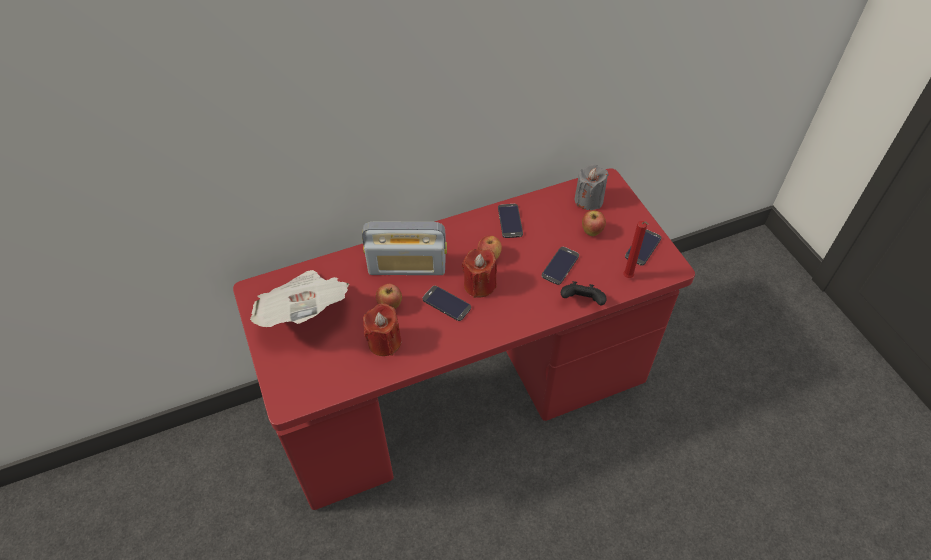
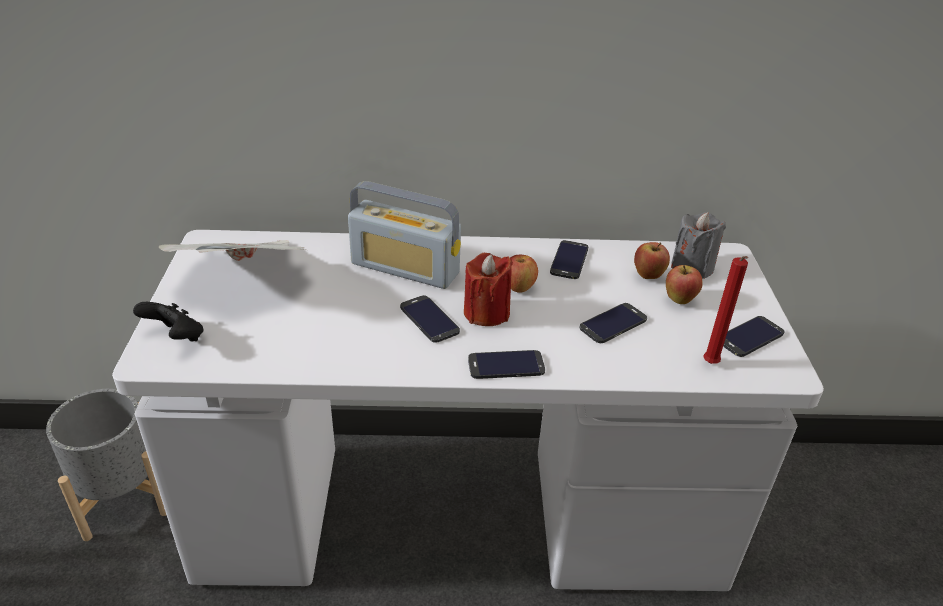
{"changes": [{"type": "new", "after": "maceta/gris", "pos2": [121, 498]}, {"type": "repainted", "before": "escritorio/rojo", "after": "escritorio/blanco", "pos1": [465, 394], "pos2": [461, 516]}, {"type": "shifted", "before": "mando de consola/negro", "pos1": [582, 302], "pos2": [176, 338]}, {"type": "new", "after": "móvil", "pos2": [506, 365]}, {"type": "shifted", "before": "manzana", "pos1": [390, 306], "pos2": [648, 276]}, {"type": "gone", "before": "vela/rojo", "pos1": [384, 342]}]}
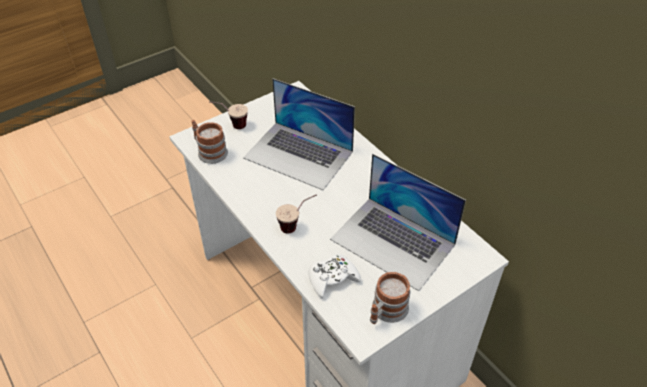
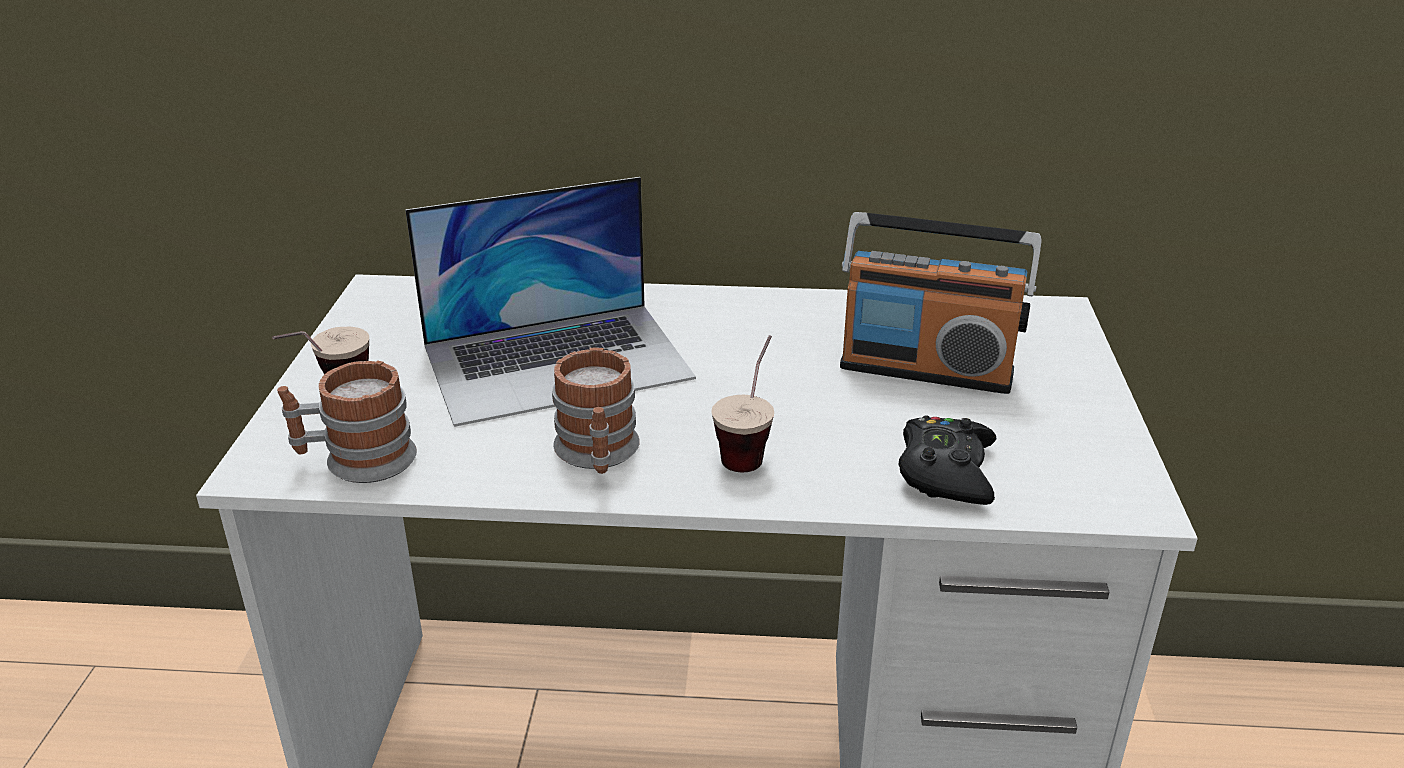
{"changes": [{"type": "shifted", "before": "taza grande", "pos1": [386, 312], "pos2": [598, 454]}, {"type": "swapped", "before": "portátil", "after": "radio", "pos1": [393, 242], "pos2": [926, 369]}, {"type": "repainted", "before": "mando de consola/blanco", "after": "mando de consola/negro", "pos1": [332, 278], "pos2": [946, 472]}]}
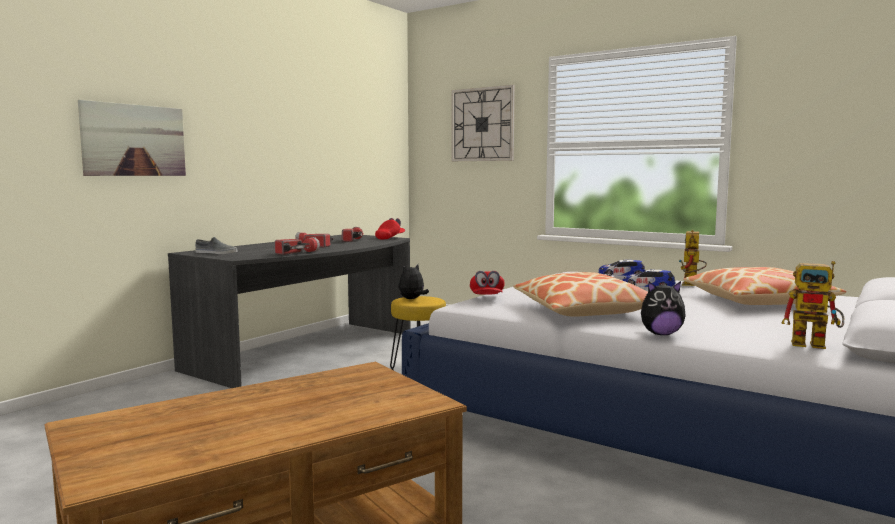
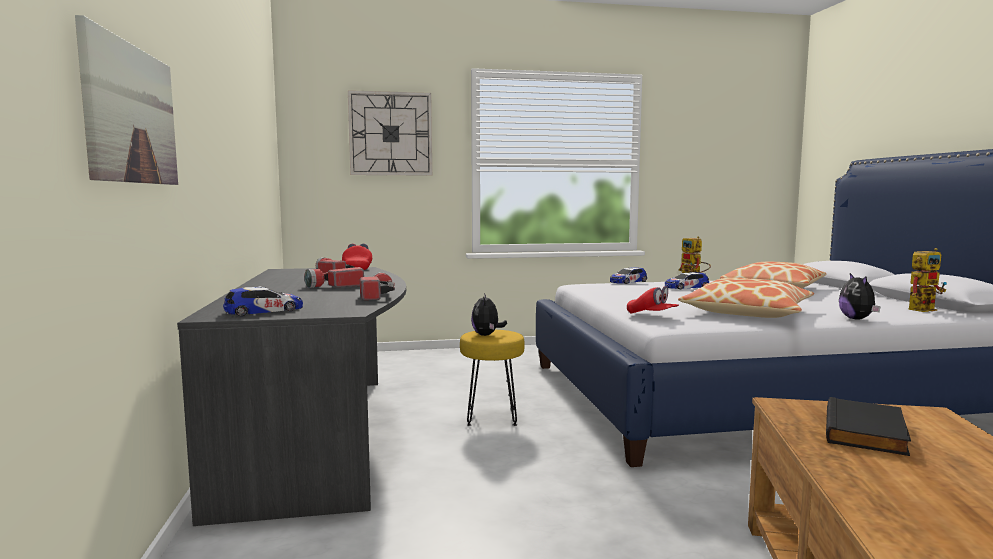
{"changes": [{"type": "swapped", "before": "zapato/gris", "after": "coche de juguete", "pos1": [216, 253], "pos2": [264, 311]}, {"type": "new", "after": "libro/negro", "pos2": [867, 432]}, {"type": "rotated", "before": "peluche", "pos1": [661, 334], "pos2": [857, 319], "turn": 135}]}
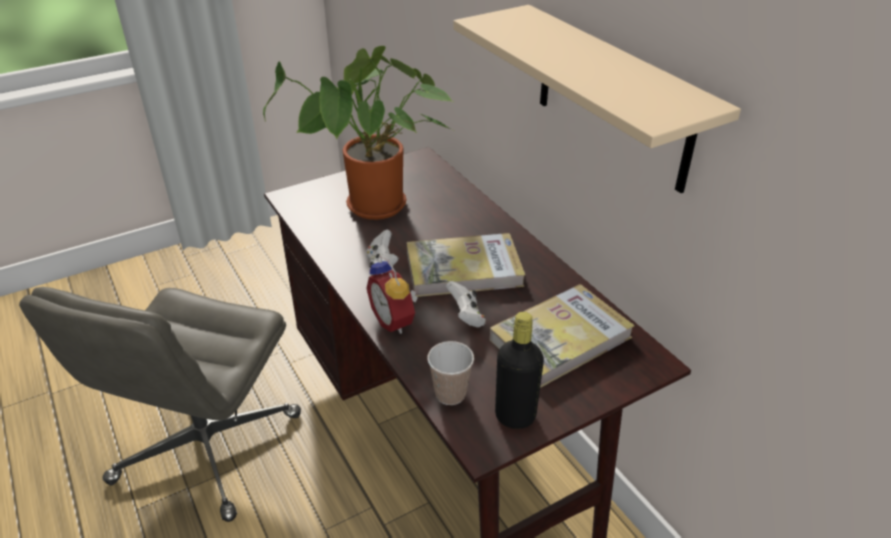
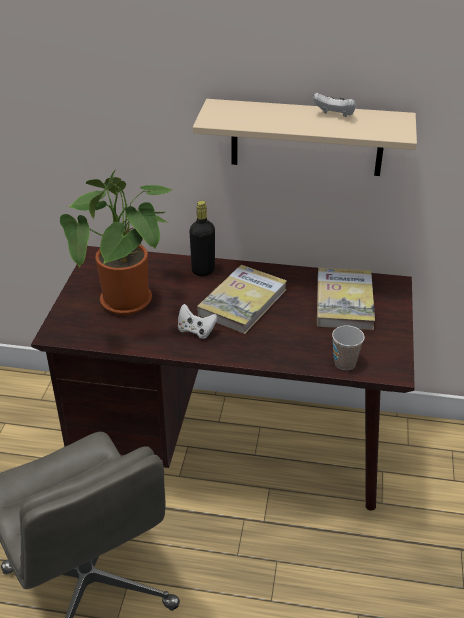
{"changes": [{"type": "shifted", "before": "botella/negro", "pos1": [515, 416], "pos2": [203, 271]}, {"type": "shifted", "before": "mando de consola/blanco", "pos1": [466, 317], "pos2": [334, 115]}, {"type": "gone", "before": "despertador", "pos1": [395, 320]}]}
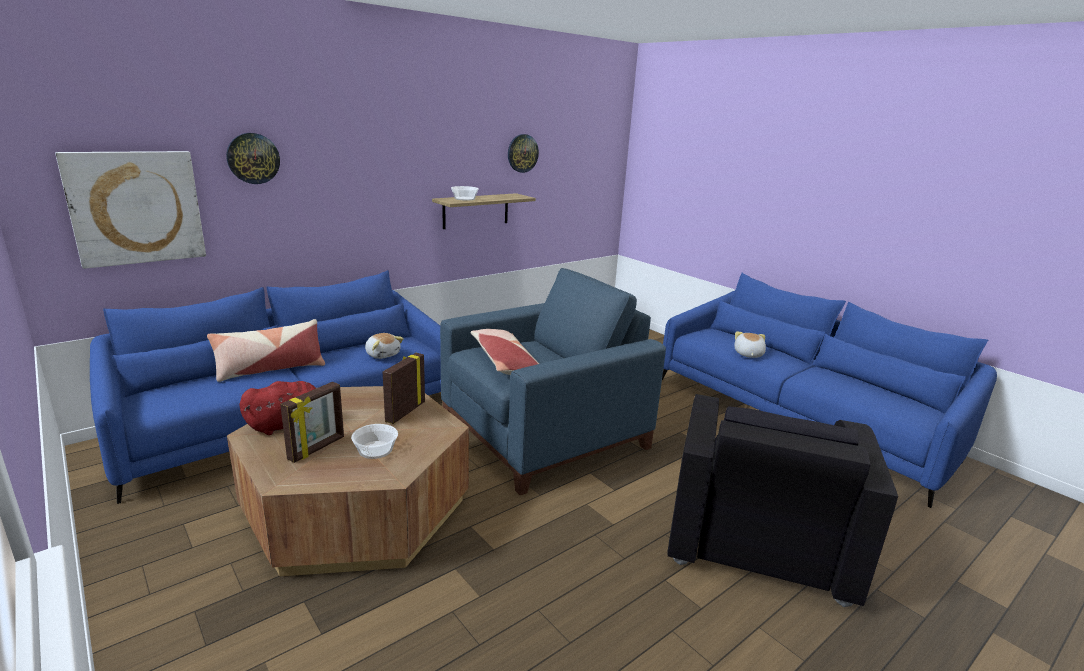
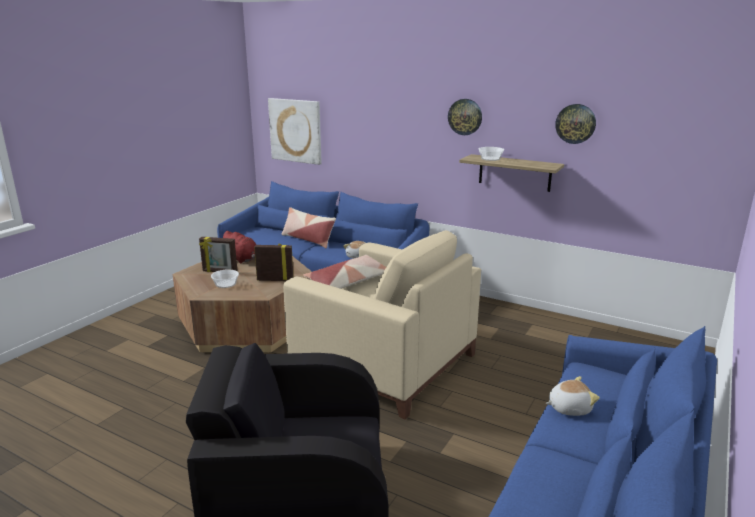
{"changes": [{"type": "repainted", "before": "sillón/azul", "after": "sillón/beis", "pos1": [542, 434], "pos2": [382, 362]}, {"type": "shifted", "before": "reloj de pared", "pos1": [253, 158], "pos2": [465, 117]}]}
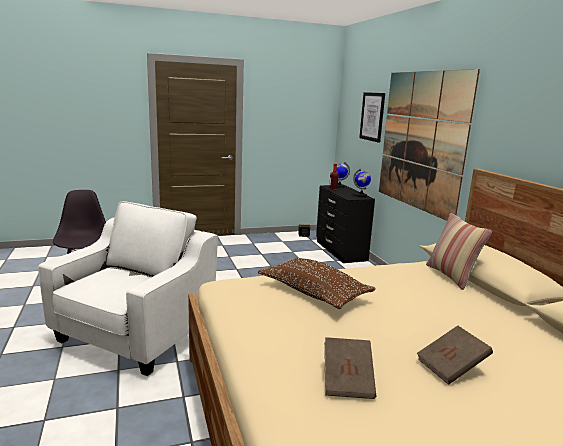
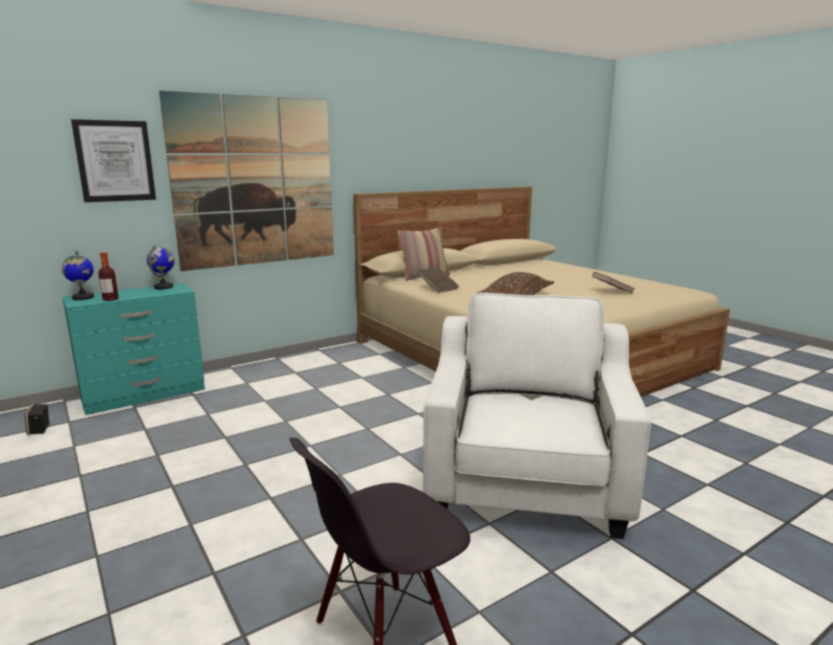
{"changes": [{"type": "repainted", "before": "cómoda/negro", "after": "cómoda/turquesa", "pos1": [340, 251], "pos2": [145, 394]}, {"type": "shifted", "before": "libro/marrón", "pos1": [451, 367], "pos2": [438, 288]}, {"type": "rotated", "before": "sillón/blanco", "pos1": [135, 335], "pos2": [526, 487], "turn": 90}]}
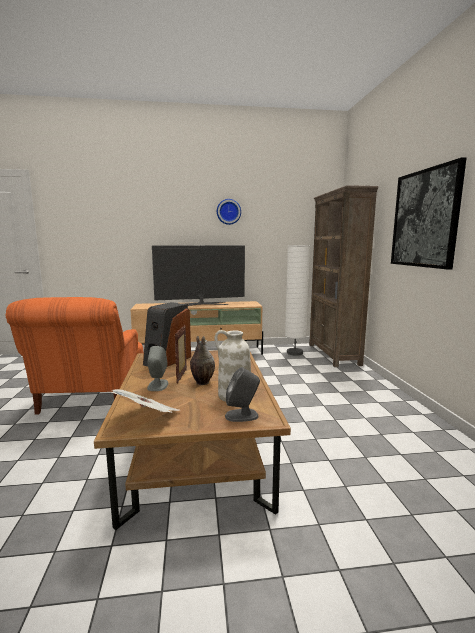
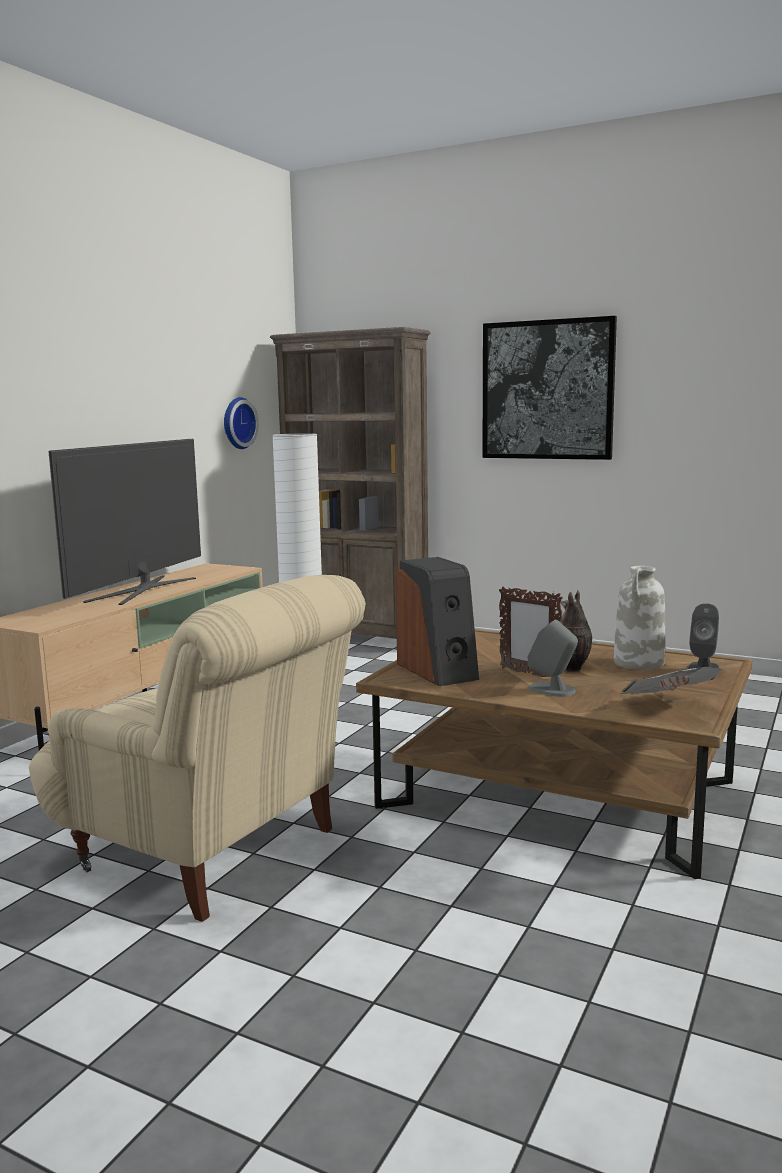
{"changes": [{"type": "repainted", "before": "sillón/naranja", "after": "sillón/beis", "pos1": [90, 398], "pos2": [210, 849]}, {"type": "shifted", "before": "reloj de pared", "pos1": [228, 212], "pos2": [237, 423]}]}
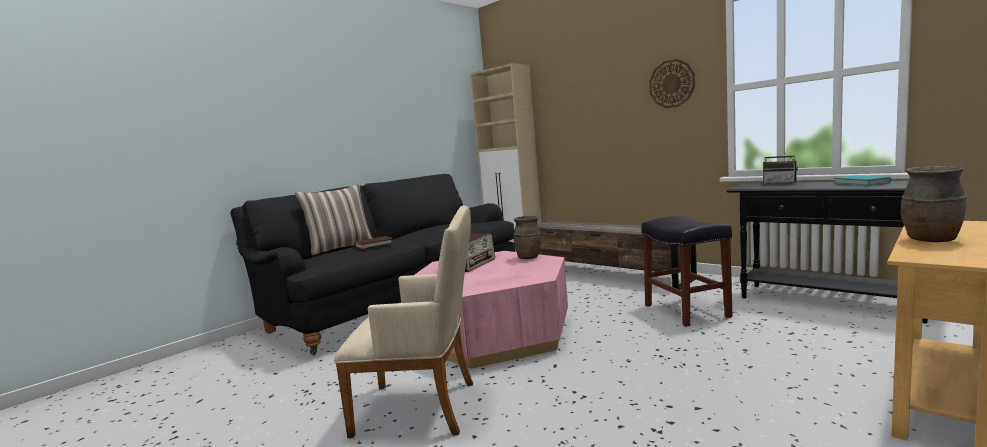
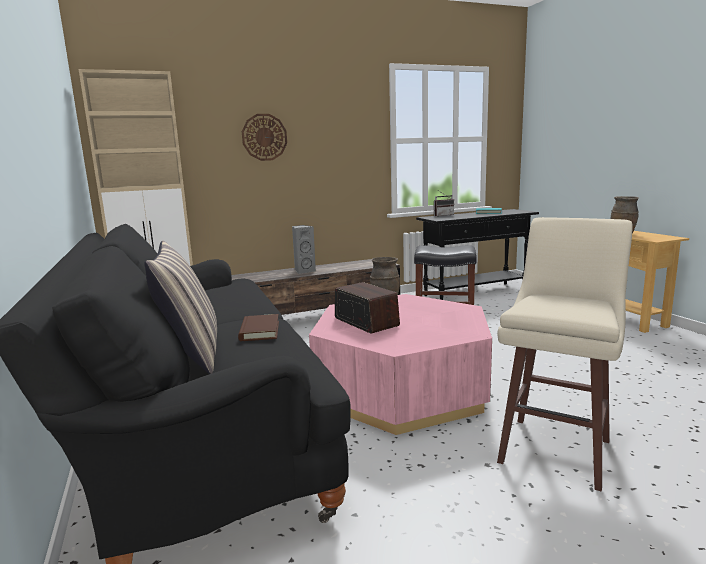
{"changes": [{"type": "shifted", "before": "reloj de pared", "pos1": [671, 84], "pos2": [264, 137]}, {"type": "new", "after": "altavoz/gris", "pos2": [304, 271]}, {"type": "swapped", "before": "sillón/beis", "after": "taburete/beis", "pos1": [424, 408], "pos2": [556, 449]}]}
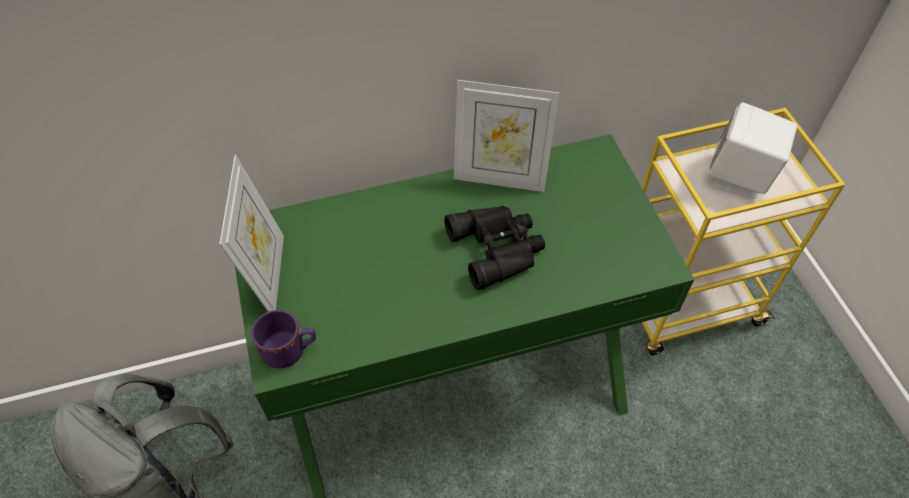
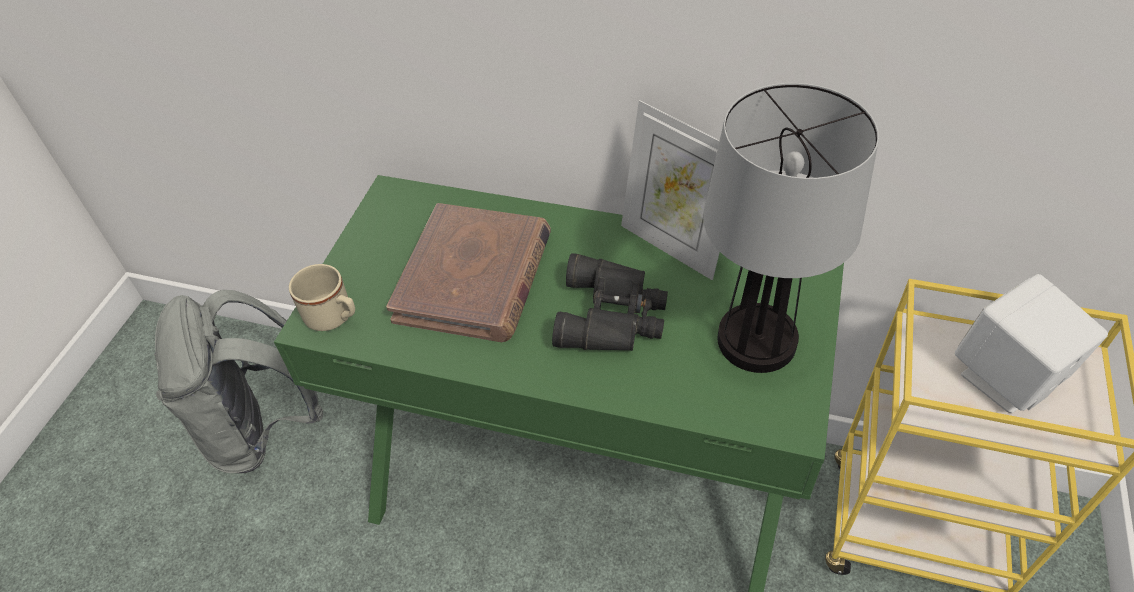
{"changes": [{"type": "repainted", "before": "taza grande/morado", "after": "taza grande/beis", "pos1": [290, 350], "pos2": [334, 318]}, {"type": "new", "after": "libro/marrón", "pos2": [474, 277]}, {"type": "new", "after": "lámpara de mesa", "pos2": [755, 341]}, {"type": "gone", "before": "portarretratos", "pos1": [268, 276]}]}
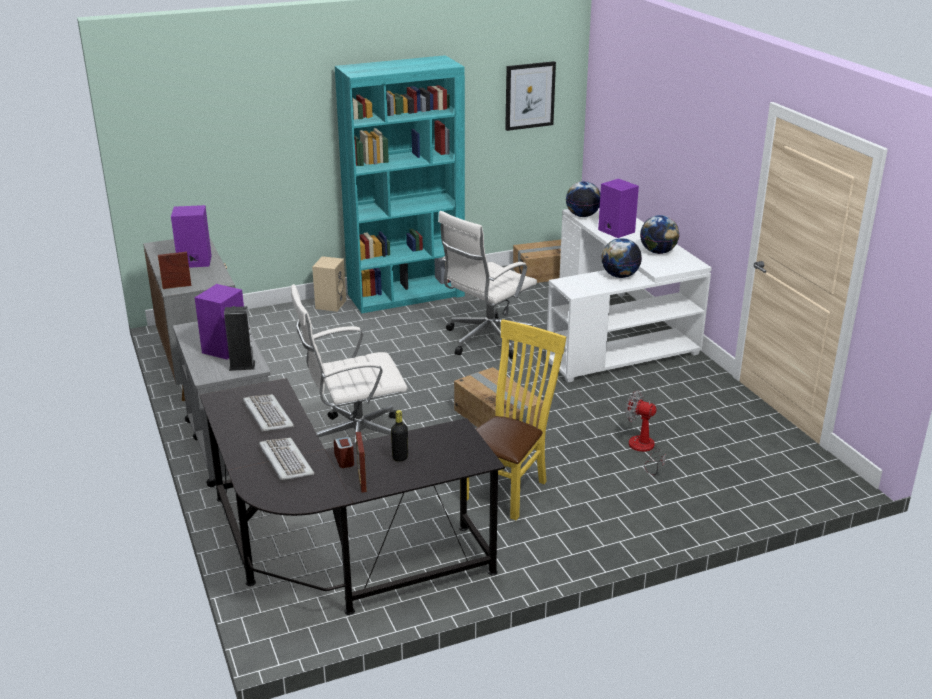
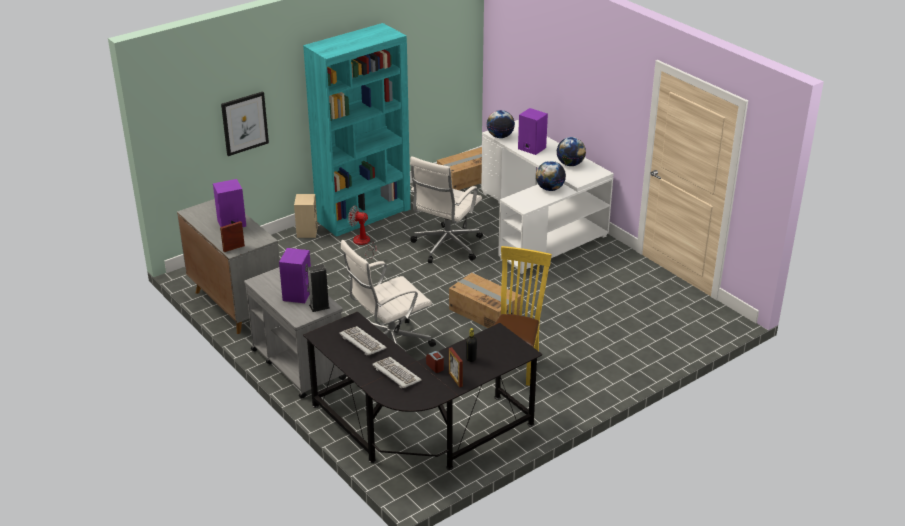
{"changes": [{"type": "shifted", "before": "cuadro", "pos1": [529, 95], "pos2": [244, 123]}, {"type": "shifted", "before": "ventilador", "pos1": [644, 450], "pos2": [363, 243]}]}
